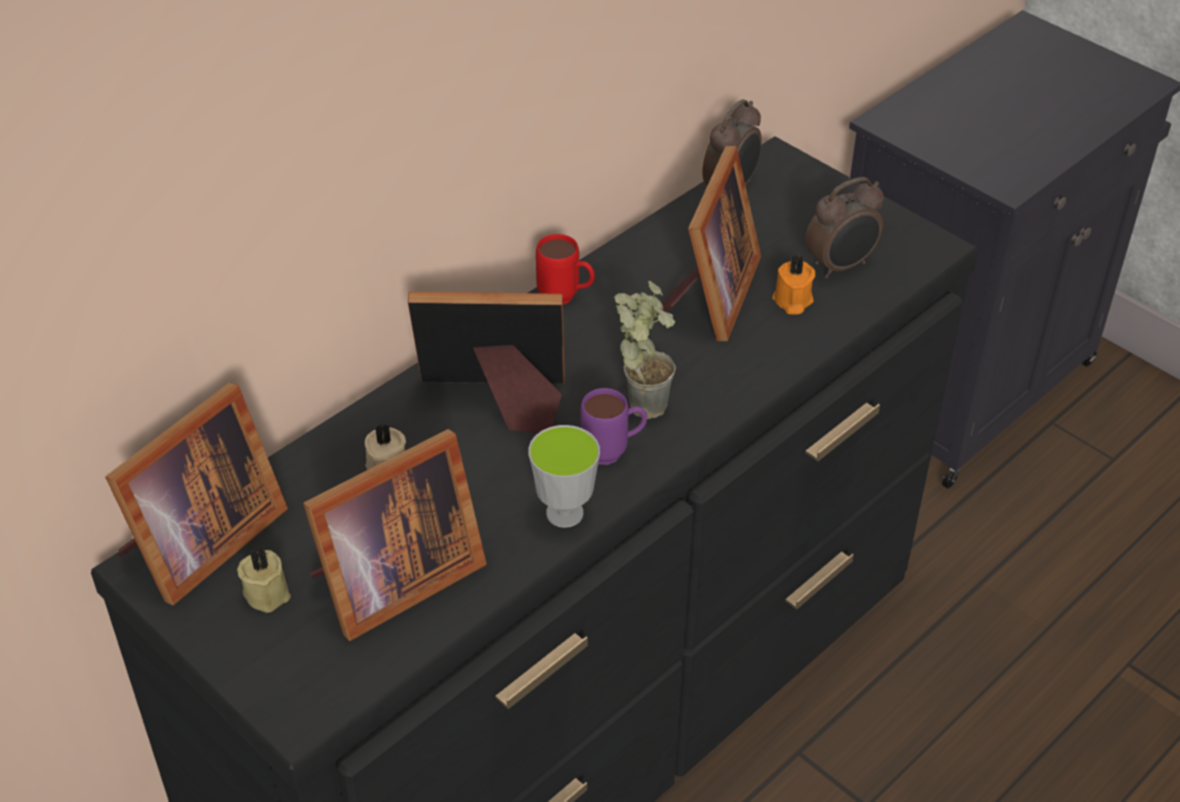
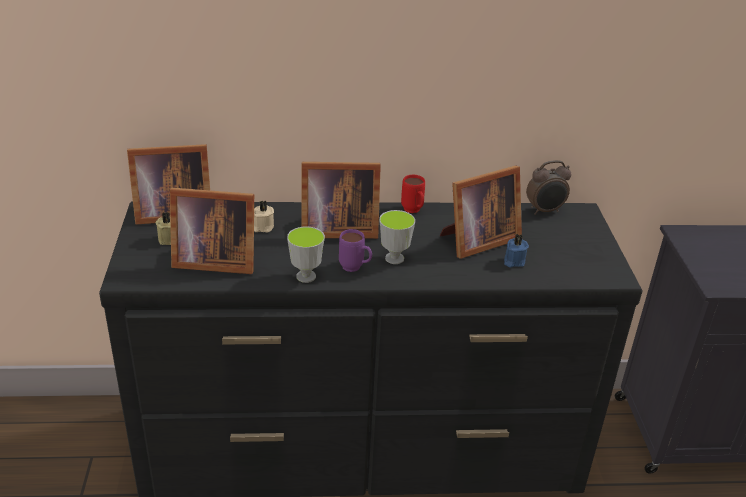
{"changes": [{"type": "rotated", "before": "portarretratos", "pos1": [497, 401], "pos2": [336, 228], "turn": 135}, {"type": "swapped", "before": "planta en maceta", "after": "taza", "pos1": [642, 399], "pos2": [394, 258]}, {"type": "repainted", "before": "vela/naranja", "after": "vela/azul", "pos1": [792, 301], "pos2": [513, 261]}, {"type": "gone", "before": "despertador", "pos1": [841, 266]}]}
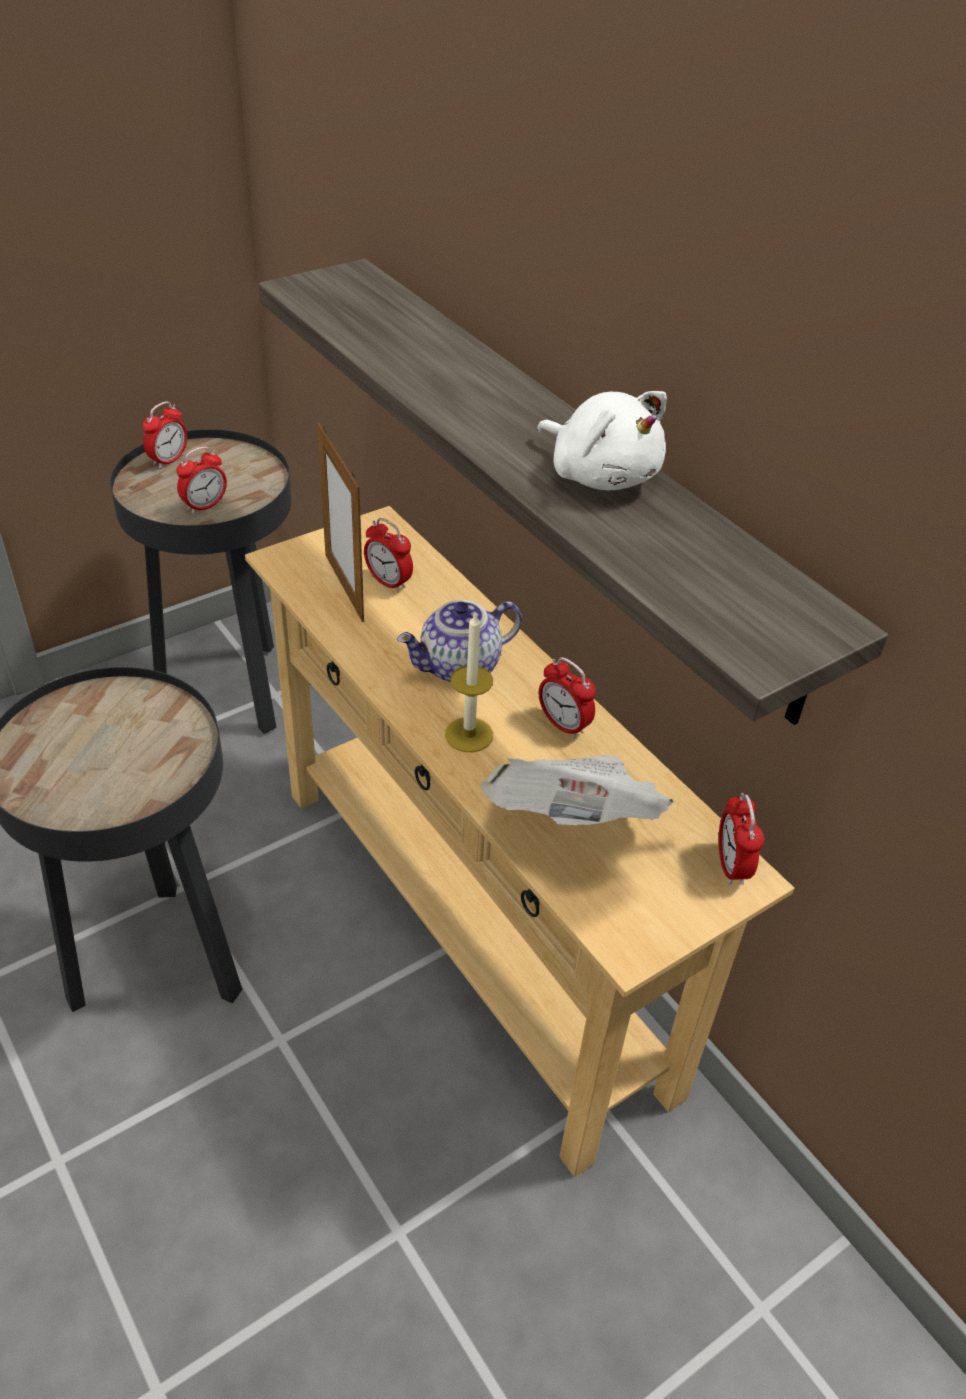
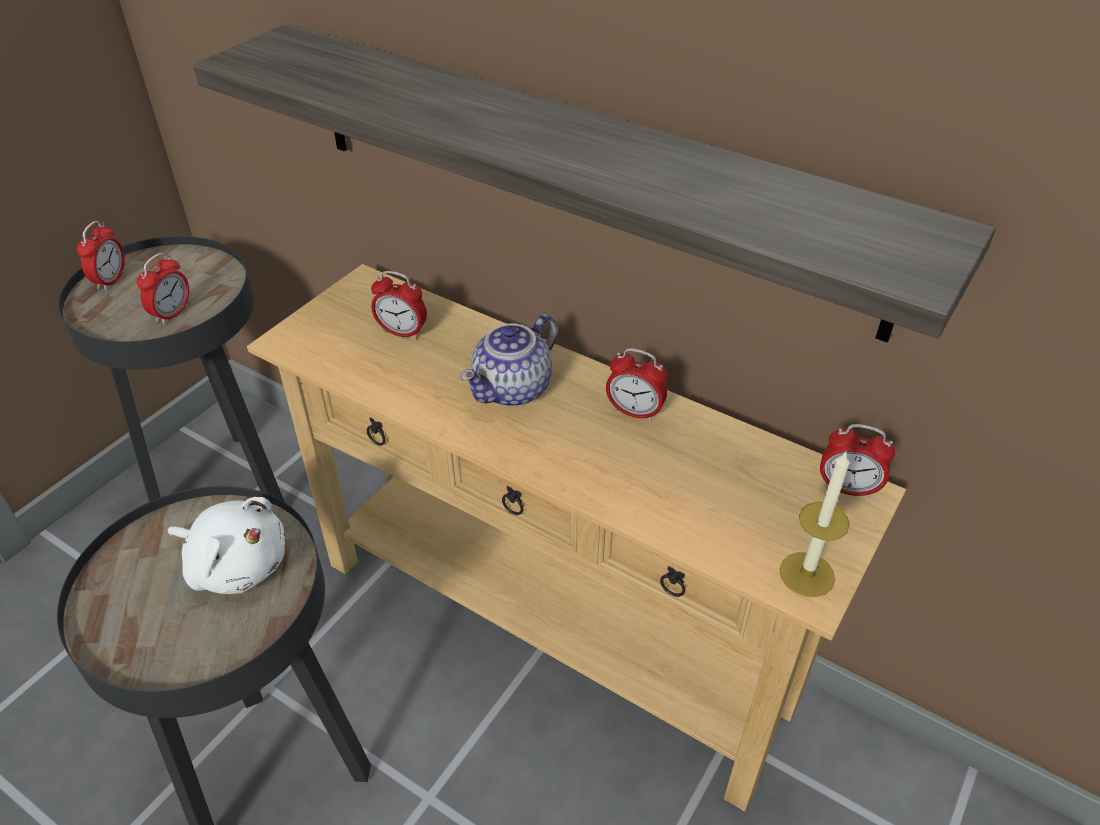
{"changes": [{"type": "shifted", "before": "peluche/blanco", "pos1": [601, 474], "pos2": [236, 564]}, {"type": "shifted", "before": "vela", "pos1": [469, 735], "pos2": [807, 574]}, {"type": "rotated", "before": "despertador", "pos1": [731, 866], "pos2": [847, 488], "turn": -45}, {"type": "gone", "before": "portarretratos", "pos1": [344, 587]}, {"type": "gone", "before": "periódico", "pos1": [573, 820]}]}
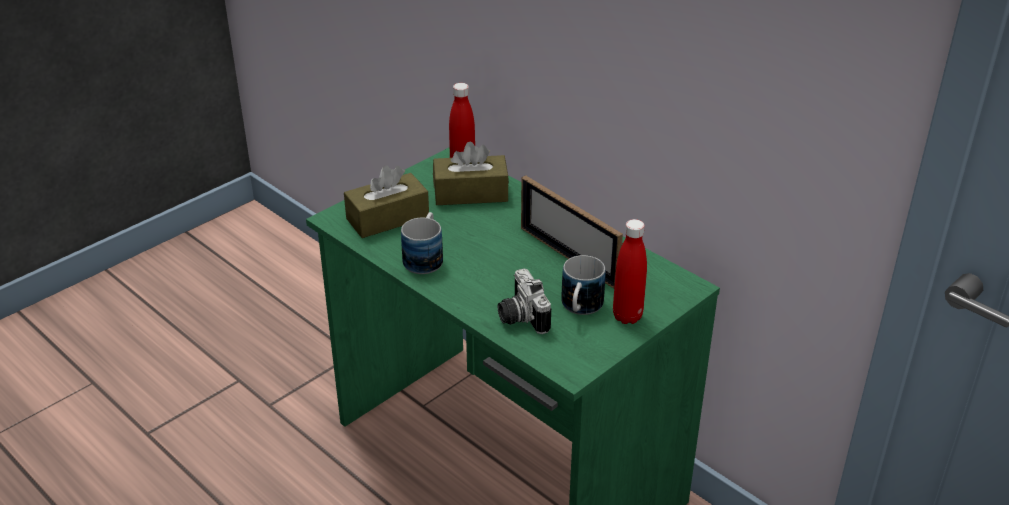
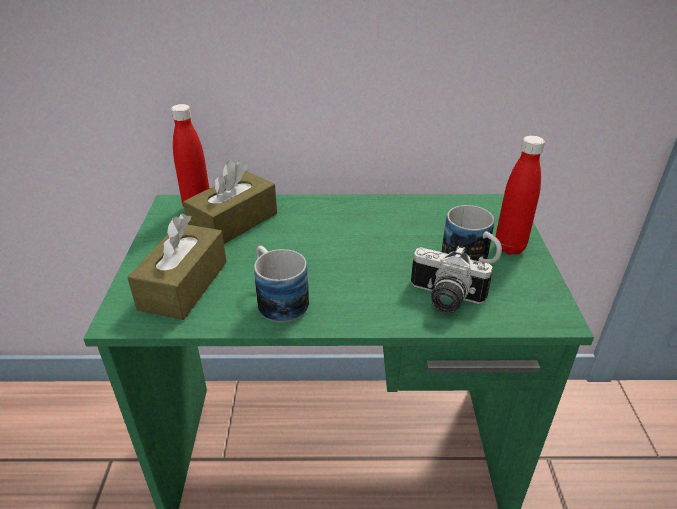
{"changes": [{"type": "gone", "before": "portarretratos", "pos1": [568, 256]}]}
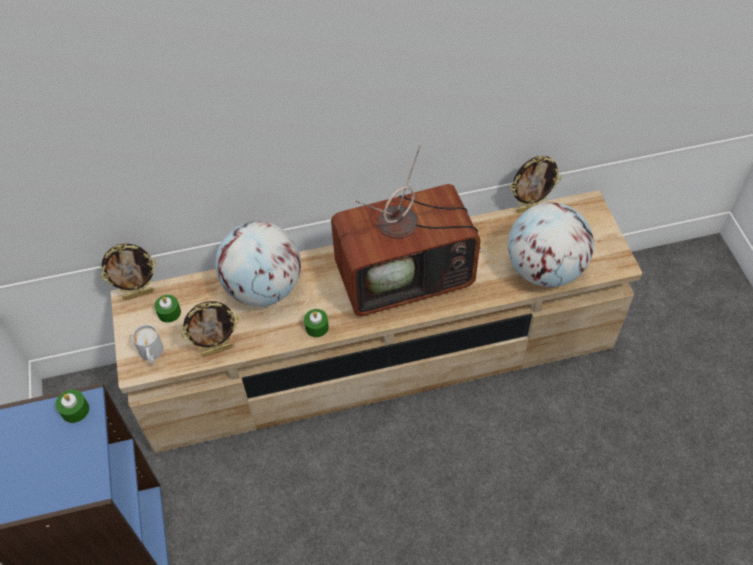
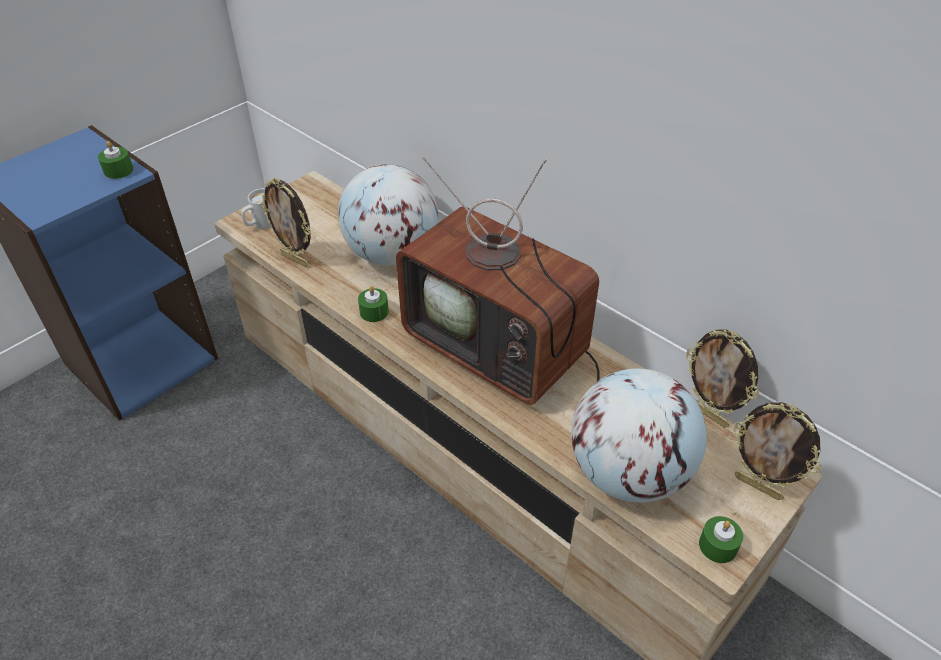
{"changes": [{"type": "shifted", "before": "vela/verde", "pos1": [169, 312], "pos2": [718, 546]}, {"type": "shifted", "before": "portarretratos", "pos1": [139, 294], "pos2": [758, 486]}]}
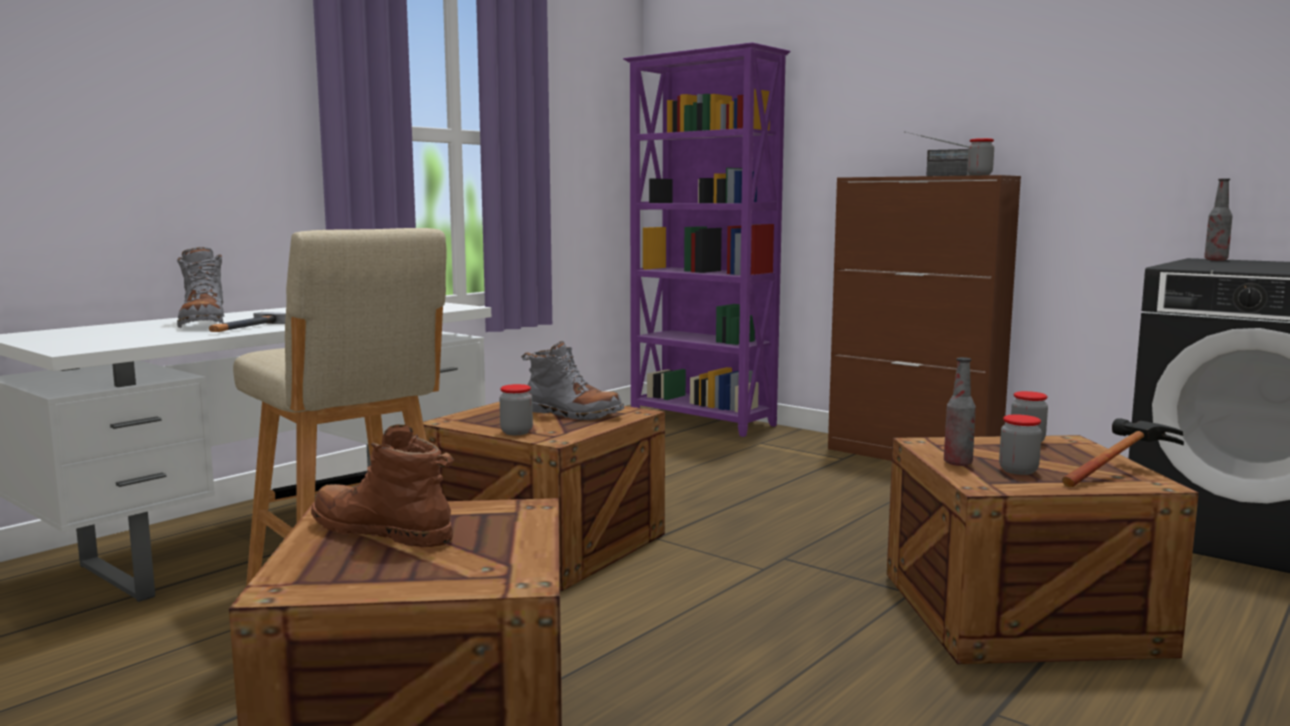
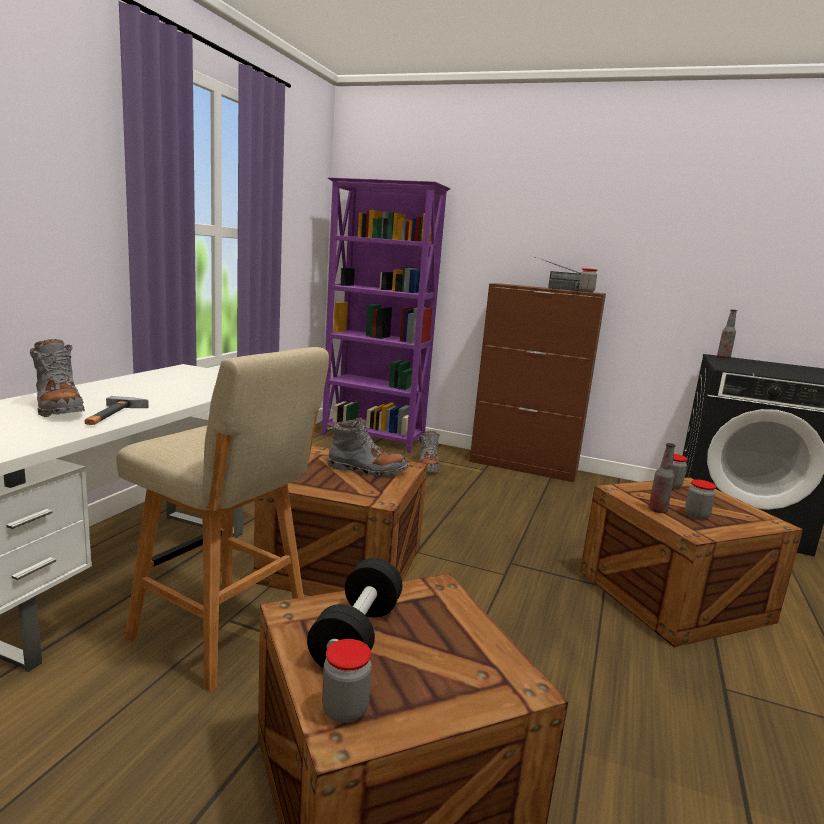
{"changes": [{"type": "swapped", "before": "bota/marrón", "after": "mancuerna/negro", "pos1": [383, 532], "pos2": [357, 636]}, {"type": "shifted", "before": "tarro", "pos1": [516, 432], "pos2": [345, 709]}, {"type": "new", "after": "bota/gris", "pos2": [428, 466]}, {"type": "gone", "before": "martillo", "pos1": [1119, 473]}]}
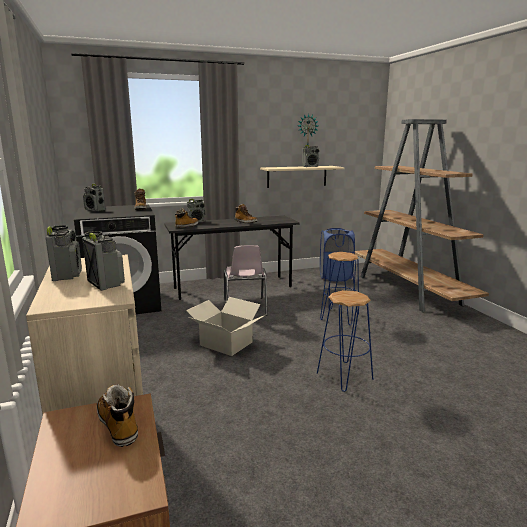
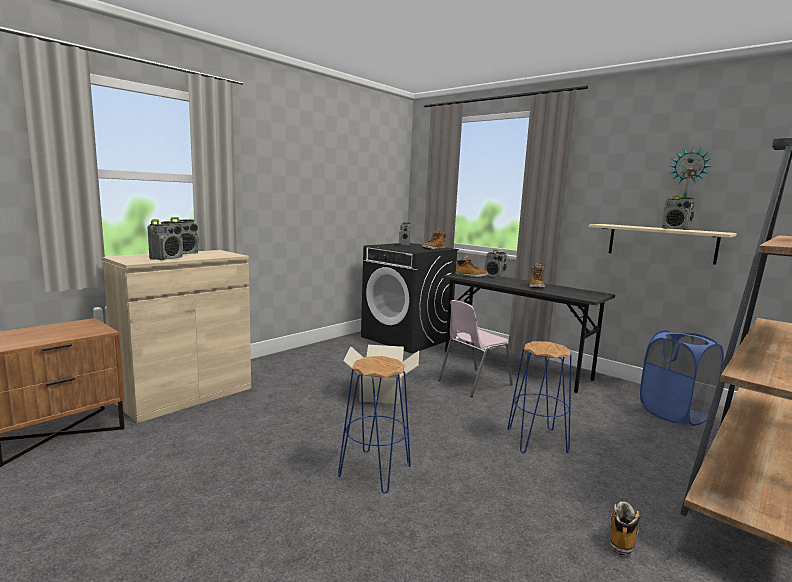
{"changes": [{"type": "shifted", "before": "bota", "pos1": [118, 425], "pos2": [622, 536]}]}
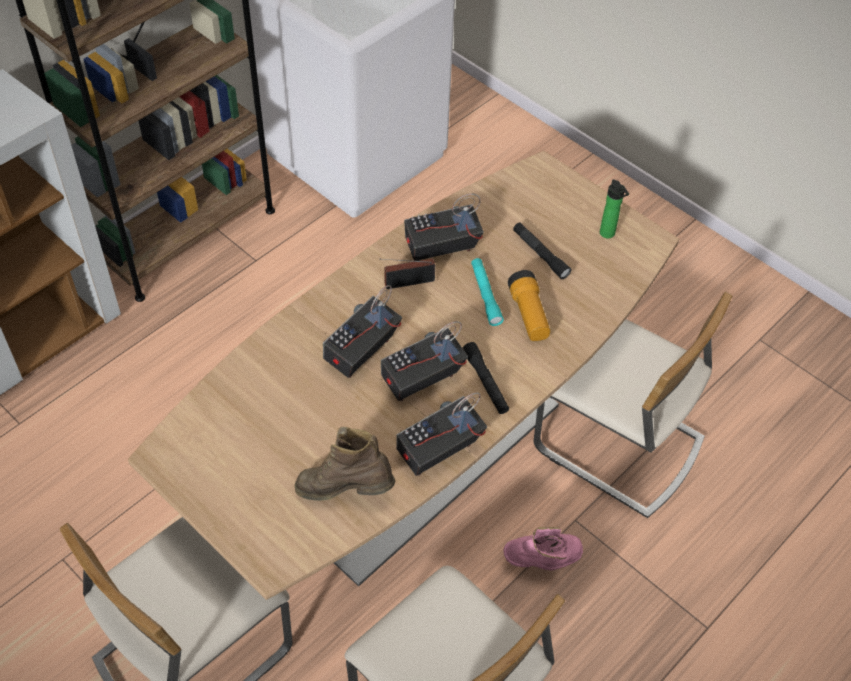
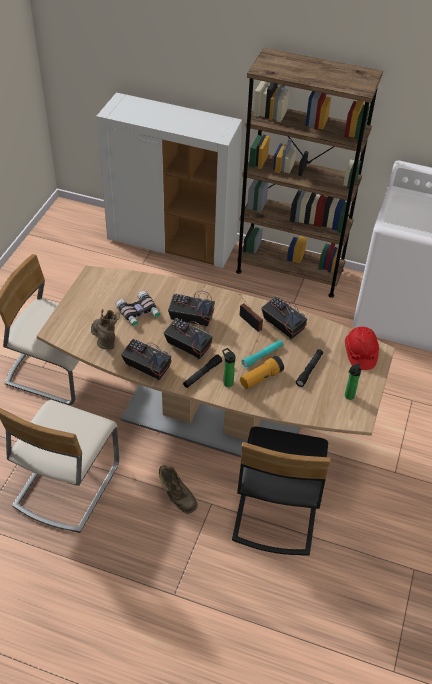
{"changes": [{"type": "new", "after": "prismáticos", "pos2": [139, 313]}, {"type": "repainted", "before": "bota/rosa", "after": "bota/marrón", "pos1": [543, 561], "pos2": [176, 496]}, {"type": "new", "after": "botella", "pos2": [227, 382]}, {"type": "repainted", "before": "silla/beis", "after": "silla/negro", "pos1": [617, 445], "pos2": [275, 510]}, {"type": "new", "after": "casco/rojo", "pos2": [360, 354]}]}
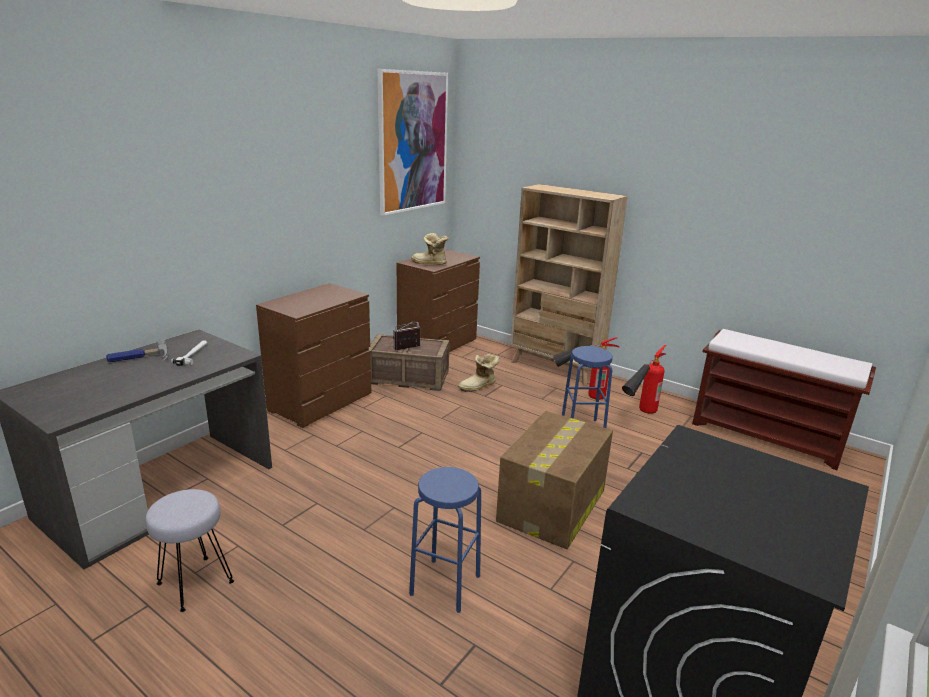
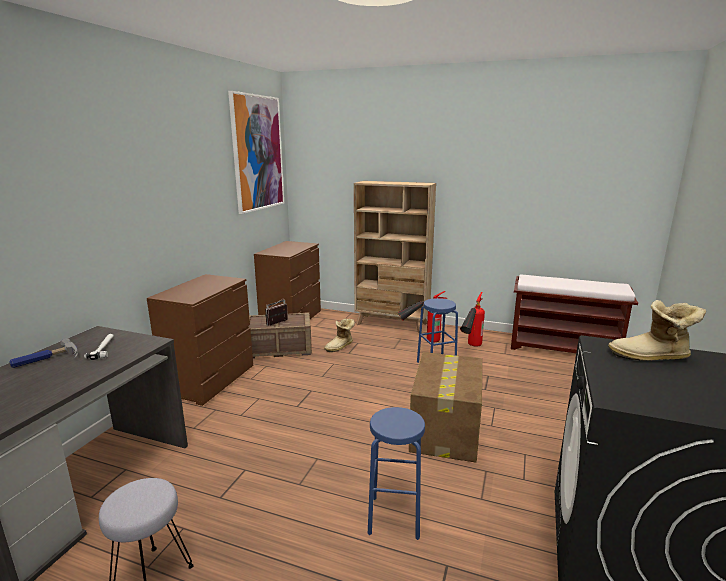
{"changes": [{"type": "shifted", "before": "bota", "pos1": [429, 264], "pos2": [651, 357]}]}
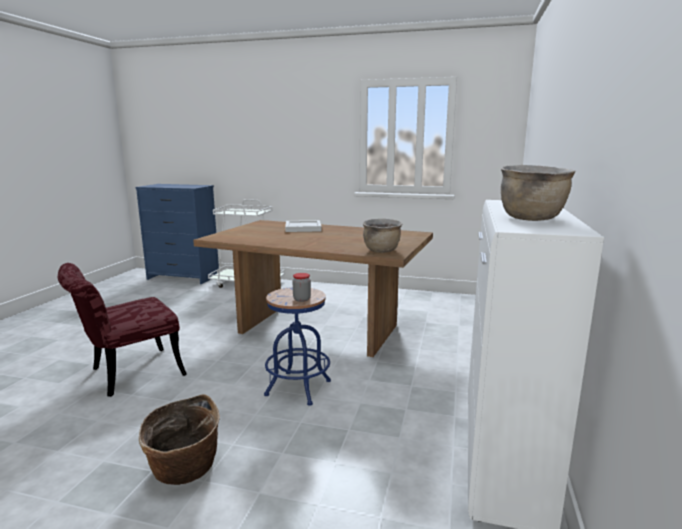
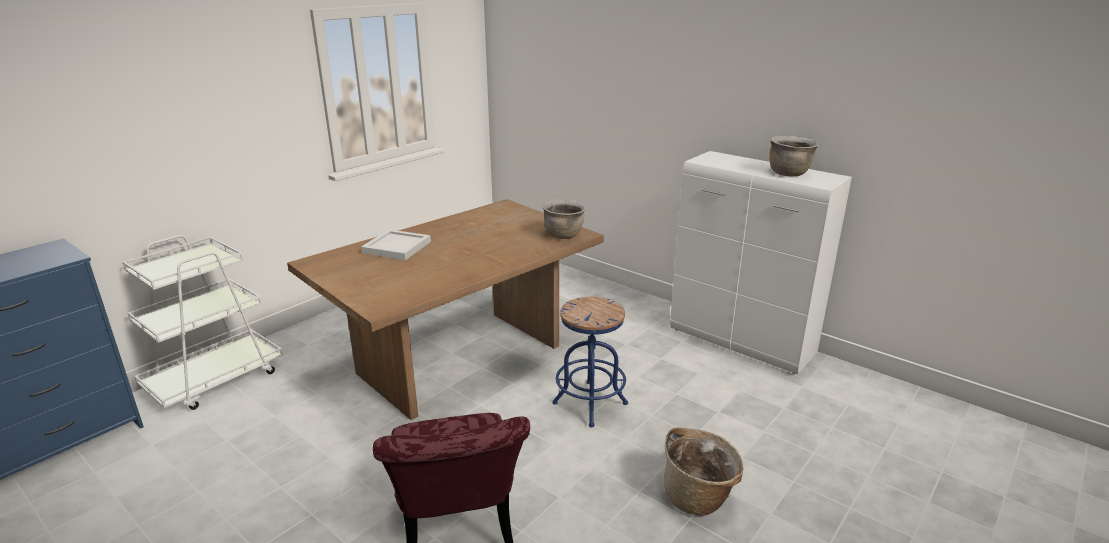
{"changes": [{"type": "gone", "before": "tarro", "pos1": [302, 299]}]}
